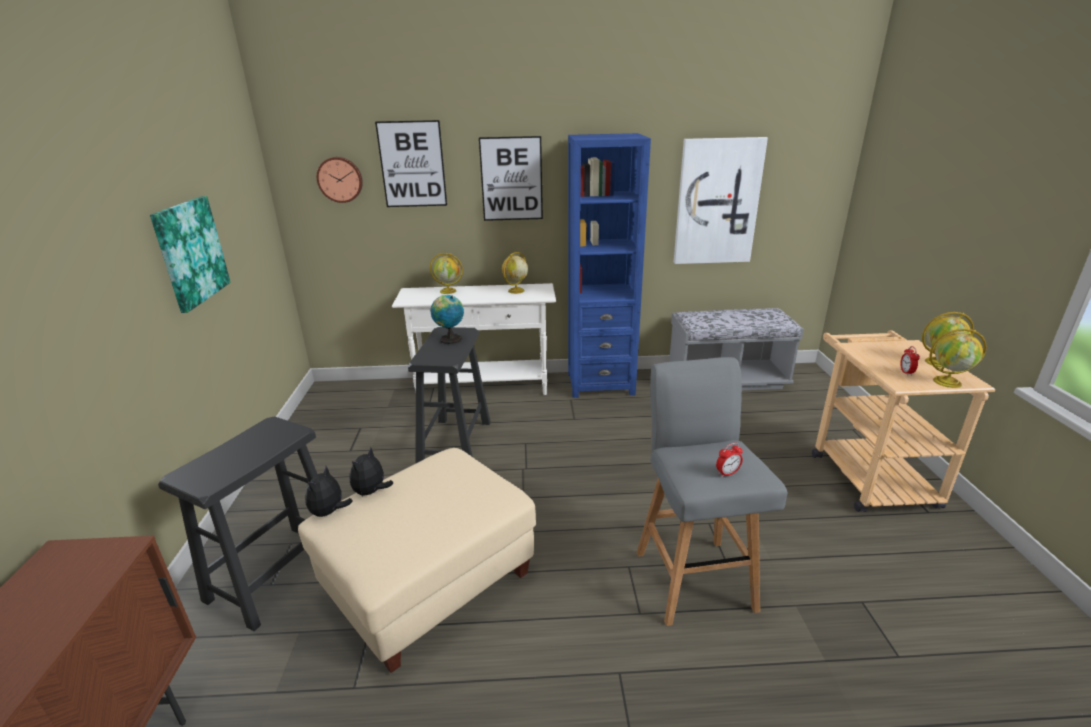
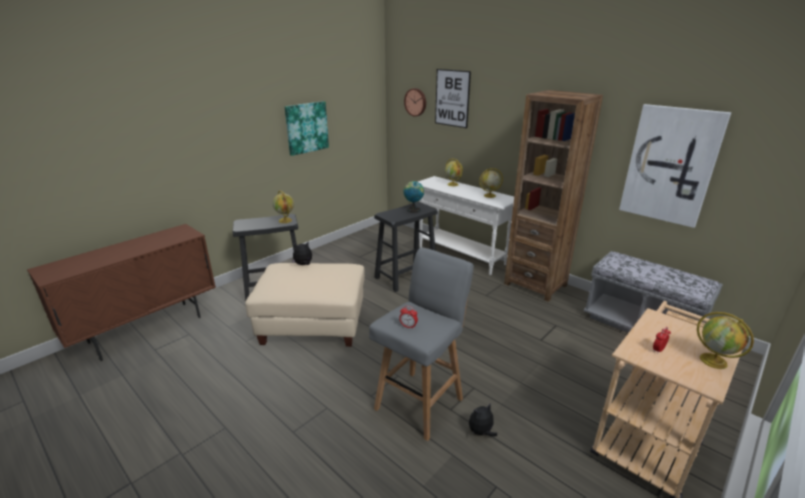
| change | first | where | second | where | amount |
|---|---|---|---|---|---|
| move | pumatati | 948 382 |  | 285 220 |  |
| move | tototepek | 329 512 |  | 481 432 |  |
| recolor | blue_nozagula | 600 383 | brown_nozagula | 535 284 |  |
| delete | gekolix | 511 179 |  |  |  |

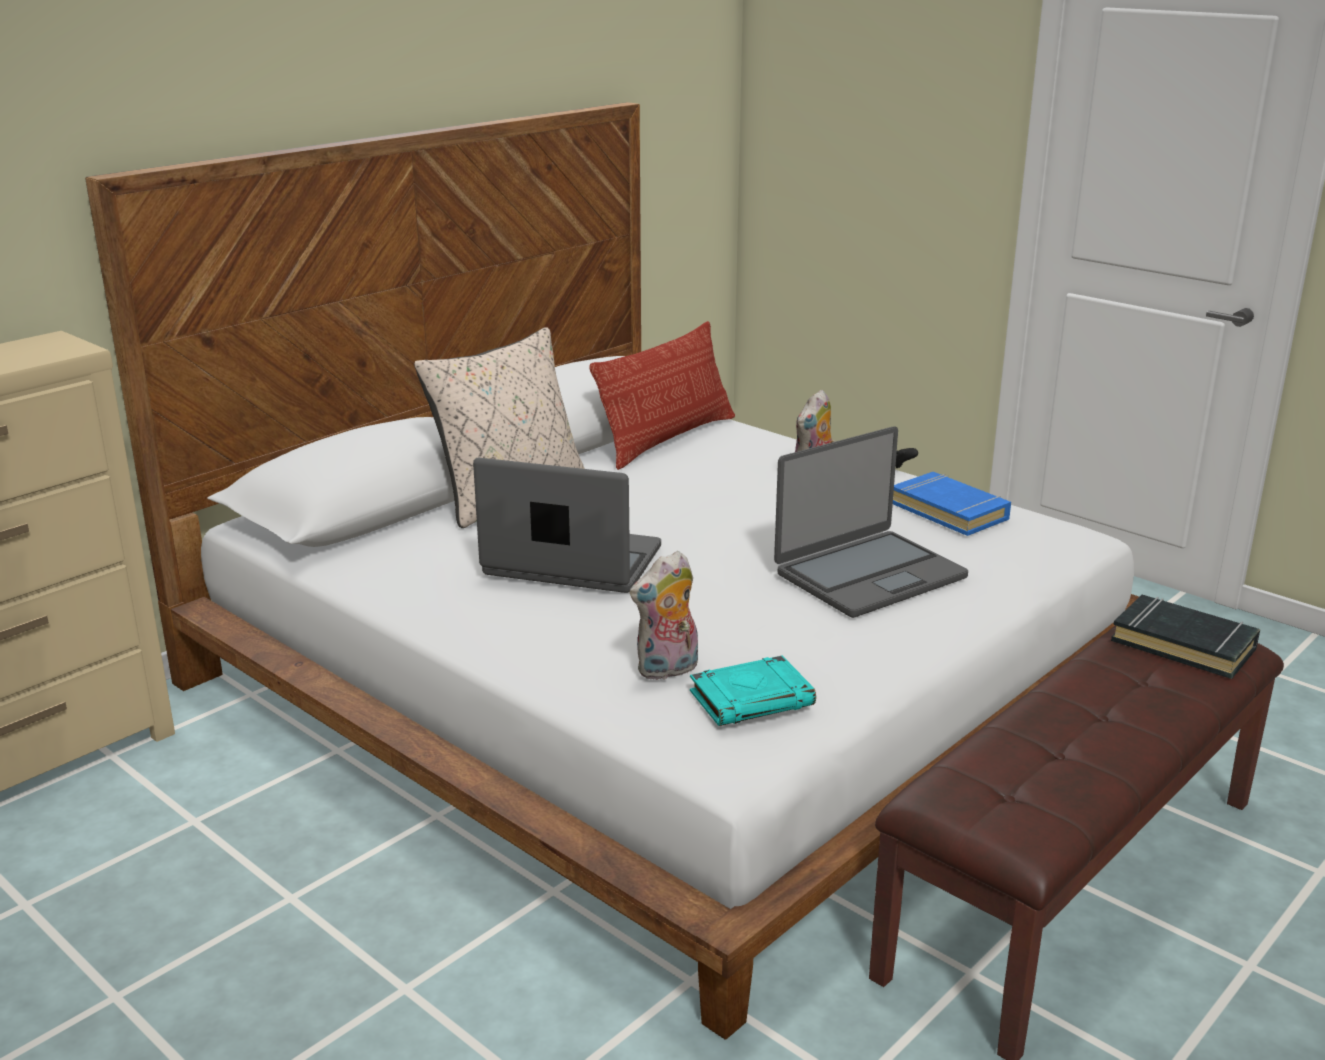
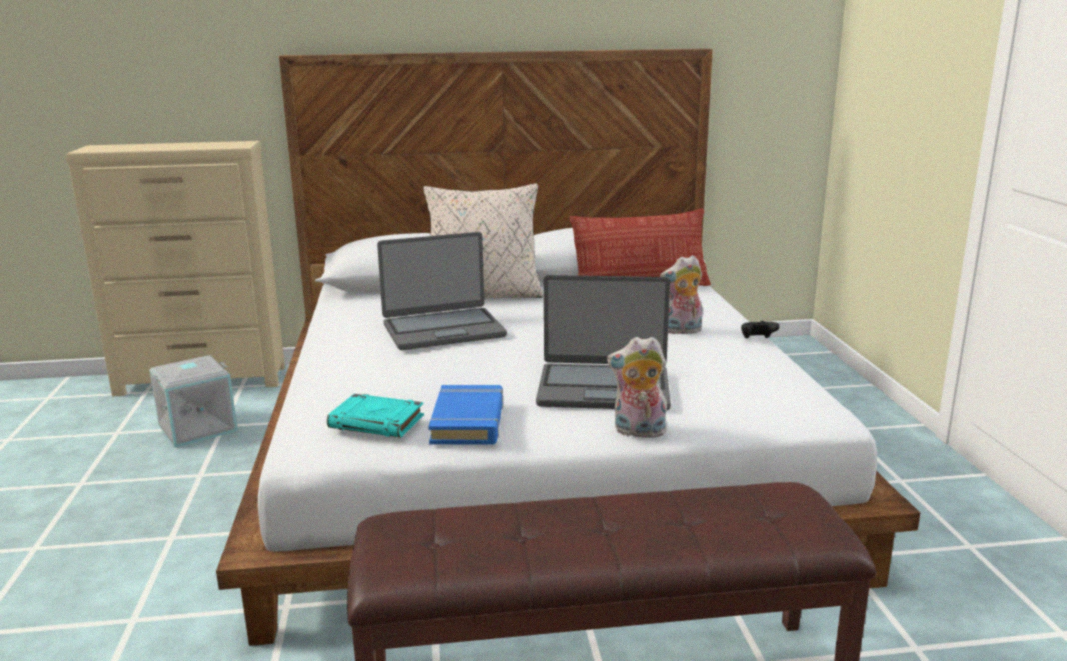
| change | first | where | second | where | amount |
|---|---|---|---|---|---|
| insert |  |  | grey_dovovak | 198 427 |  |
| rotate | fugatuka | 572 562 |  | 443 330 | 105 degrees clockwise |
| move | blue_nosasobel | 949 511 |  | 468 422 |  |
| move | tototepek | 668 670 |  | 638 432 |  |
| delete | black_nosasobel | 1183 644 |  |  |  |

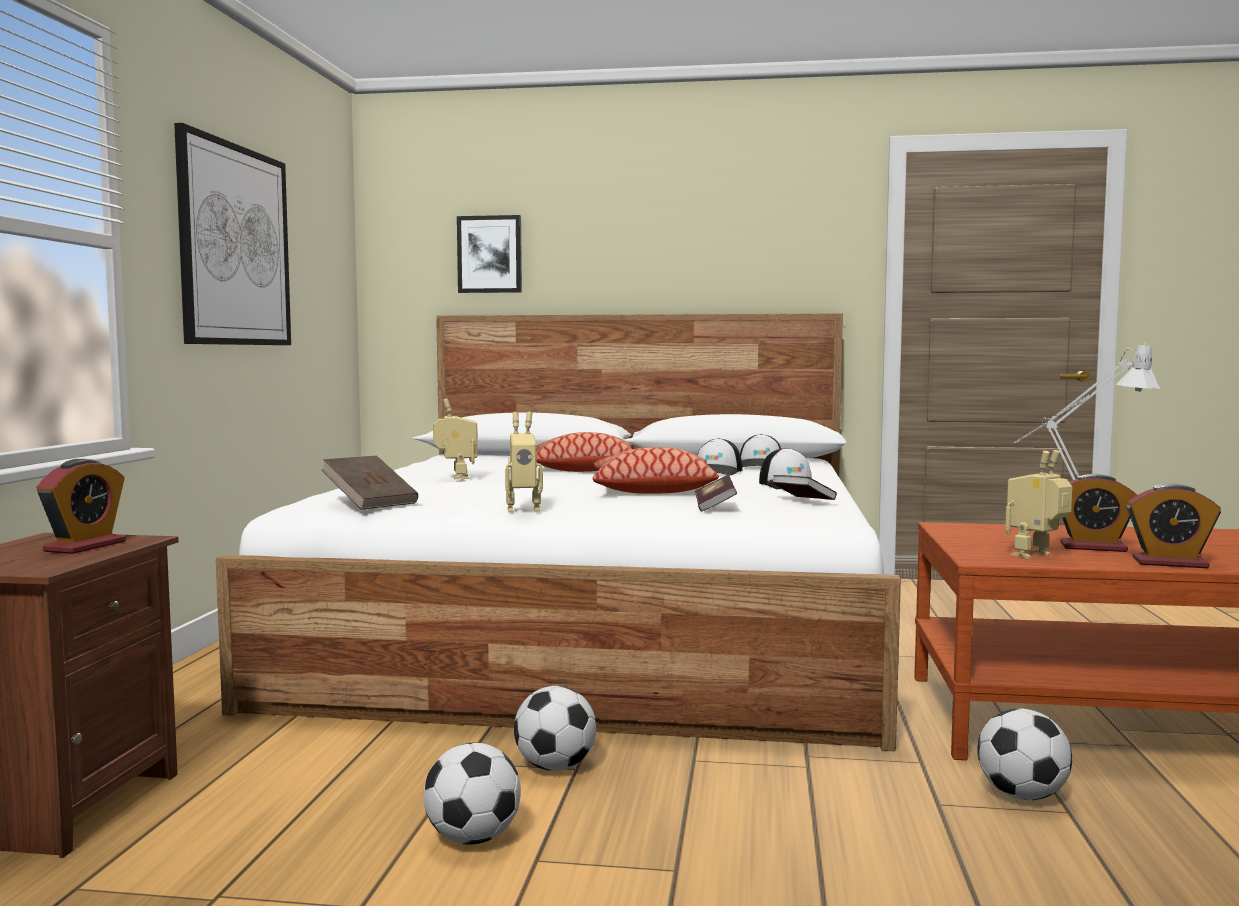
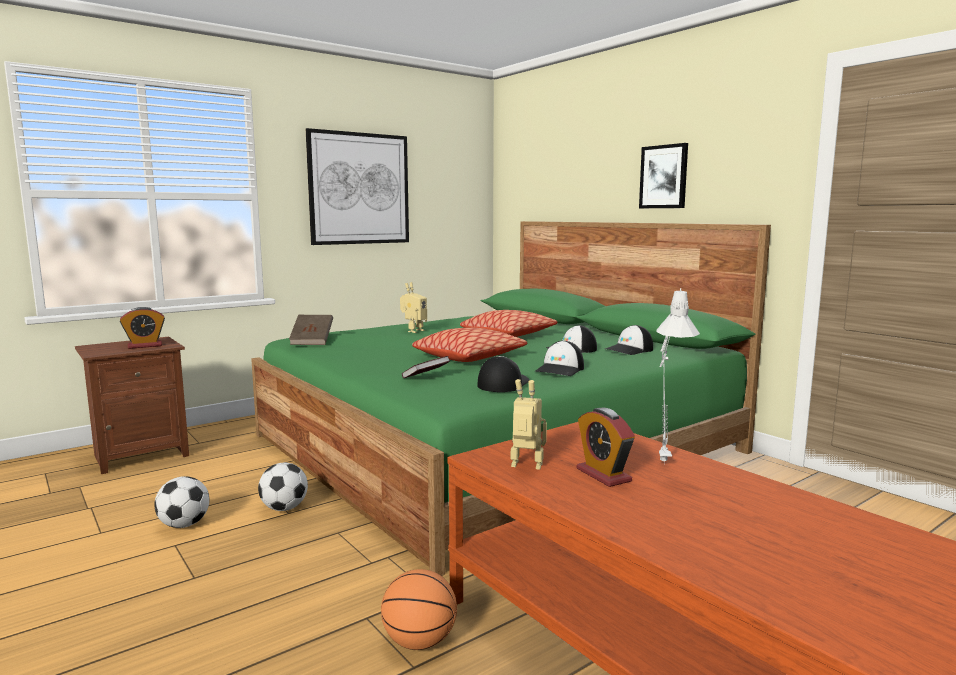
| change | first | where | second | where | amount |
|---|---|---|---|---|---|
| recolor | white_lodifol | 602 629 | green_lodifol | 496 443 |  |
| replace | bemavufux | 1022 795 | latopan | 419 642 |  |
| replace | nosasobel | 803 501 | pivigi | 502 383 |  |
| move | gekolix | 490 254 |  | 664 177 |  |
| delete | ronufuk | 523 509 |  |  |  |
| delete | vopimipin | 1169 563 |  |  |  |

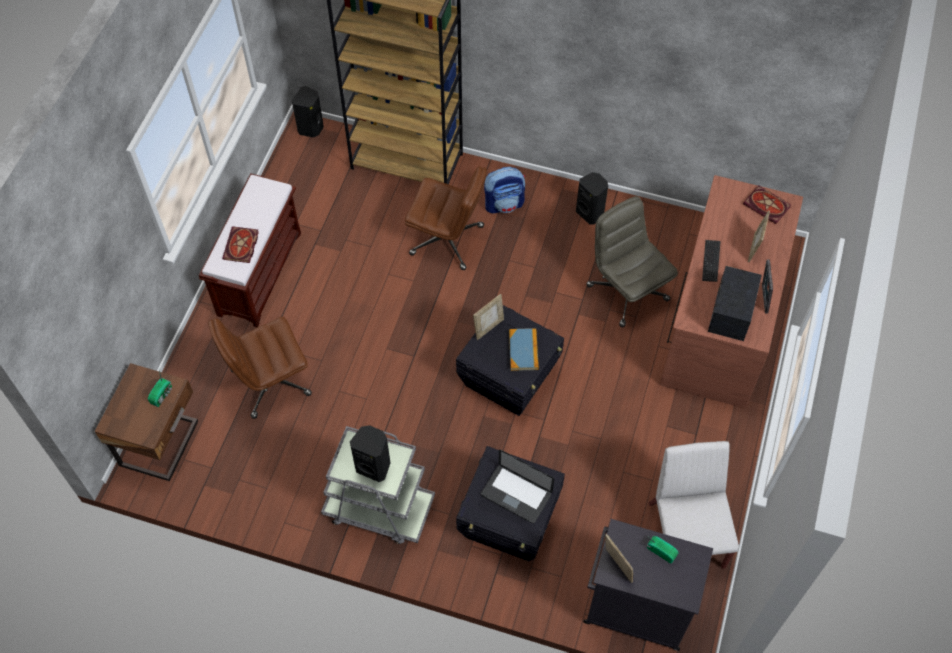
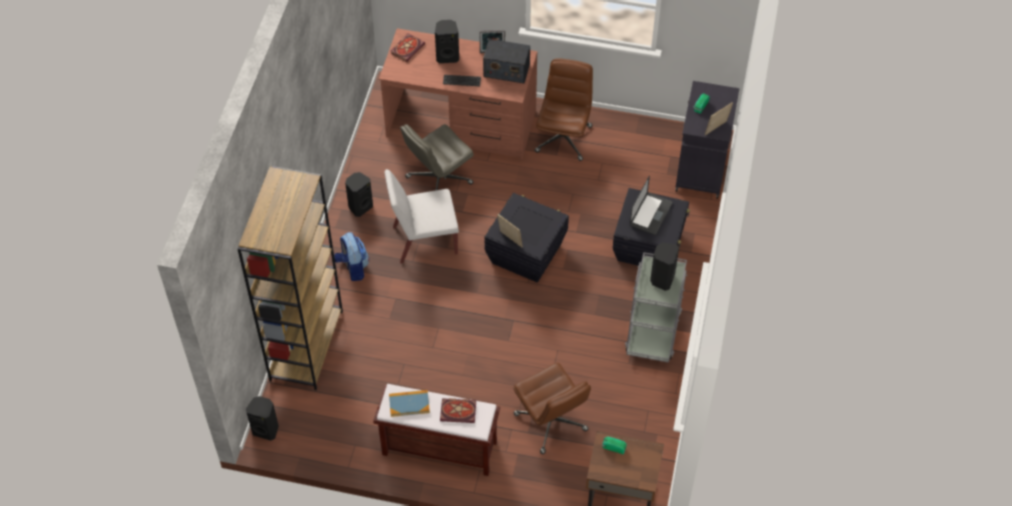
| change | first | where | second | where | amount |
|---|---|---|---|---|---|
| move | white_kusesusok | 686 533 |  | 424 240 |  |
| move | nosasobel | 523 350 |  | 409 404 |  |
| replace | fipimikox | 754 248 | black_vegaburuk | 447 56 |  |
| move | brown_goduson | 448 240 |  | 563 138 |  |

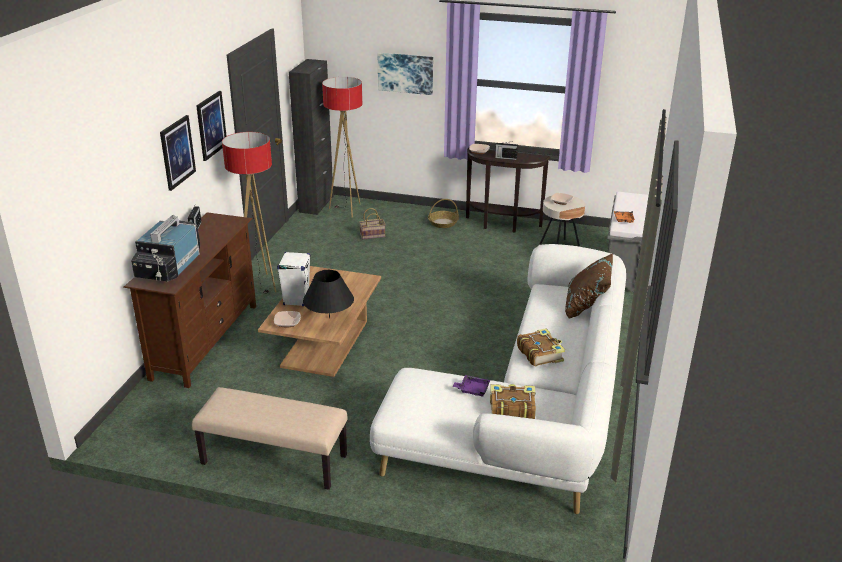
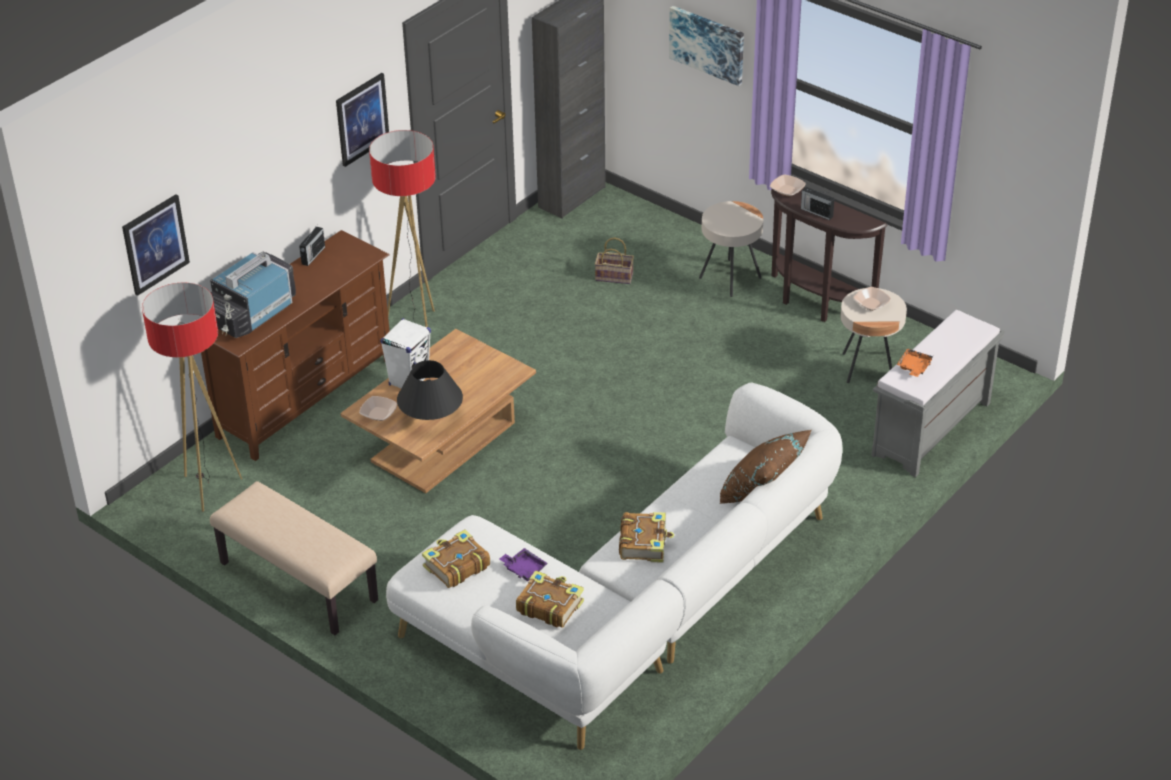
| change | first | where | second | where | amount |
|---|---|---|---|---|---|
| move | gekolix | 177 152 |  | 155 244 |  |
| move | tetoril | 347 210 |  | 210 488 |  |
| insert |  |  | nosasobel | 455 566 |  |
| replace | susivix | 443 223 | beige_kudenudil | 730 278 |  |

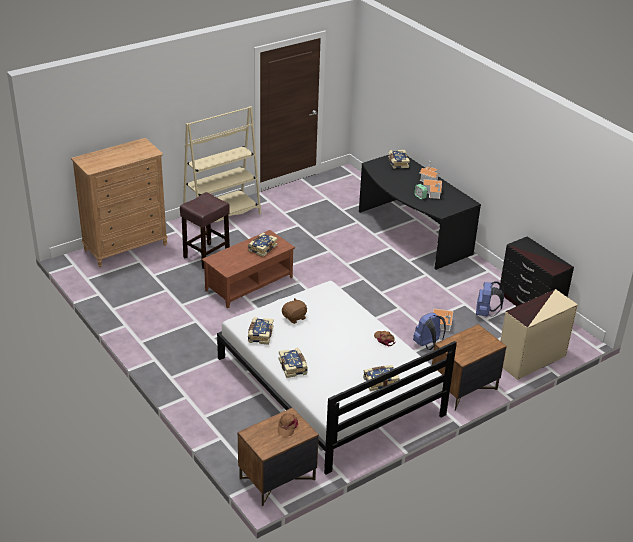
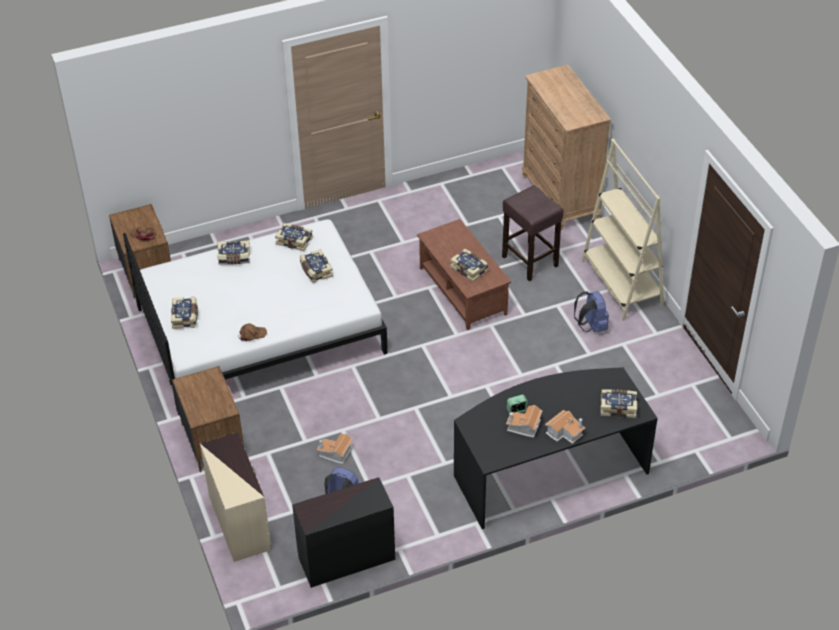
| change | first | where | second | where | amount |
|---|---|---|---|---|---|
| replace | brown_tototepek | 294 317 | nosasobel | 315 270 |  |
| move | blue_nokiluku | 428 345 |  | 591 326 |  |

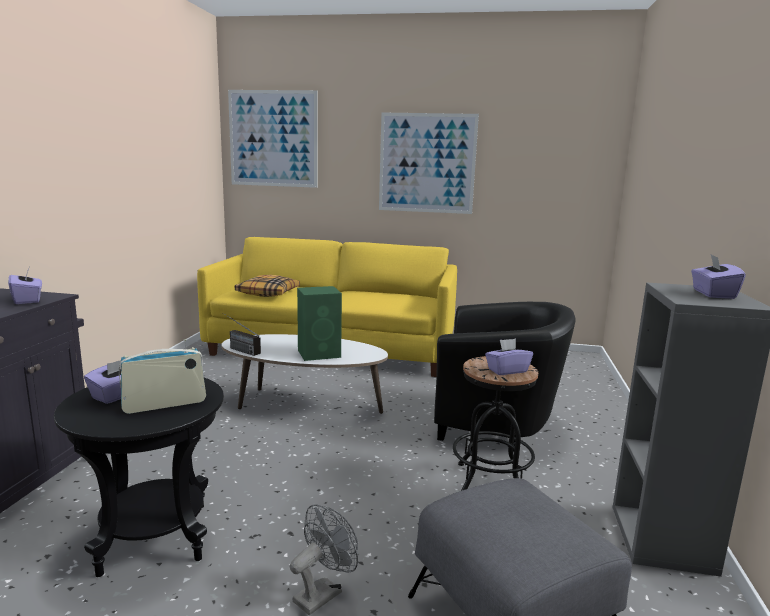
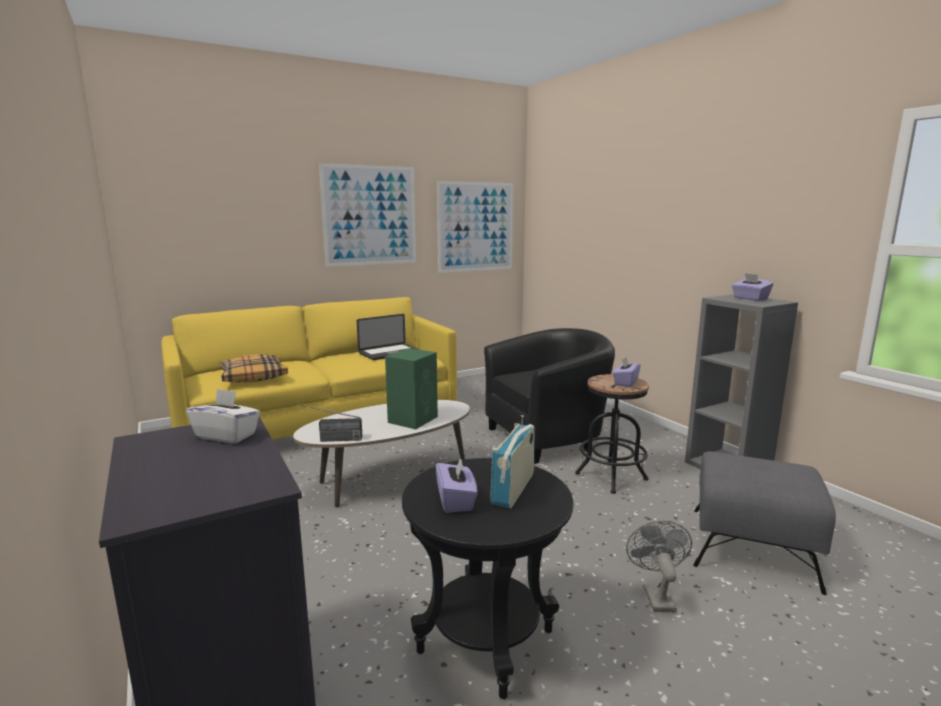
| change | first | where | second | where | amount |
|---|---|---|---|---|---|
| recolor | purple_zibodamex | 28 300 | white_zibodamex | 227 435 |  |
| insert |  |  | fugatuka | 389 353 |  |
| move | gekolix | 273 139 |  | 476 227 |  |

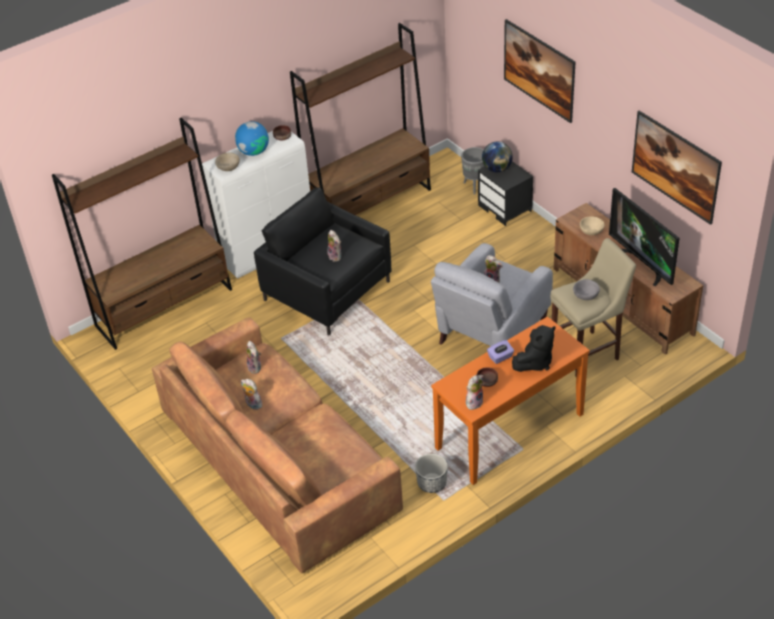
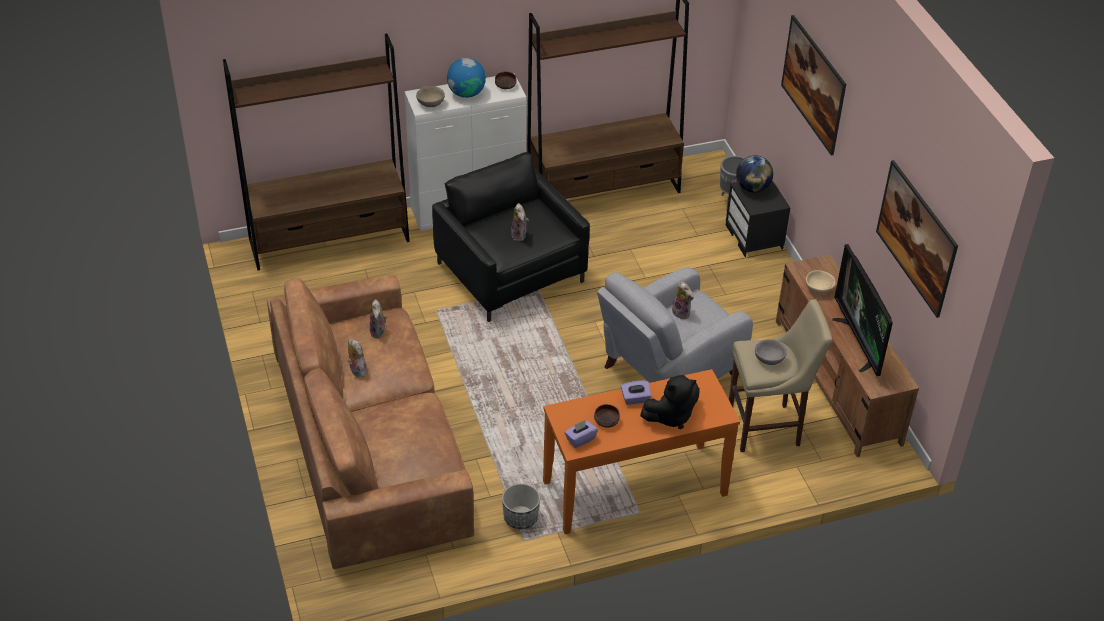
| change | first | where | second | where | amount |
|---|---|---|---|---|---|
| replace | tototepek | 474 402 | purple_zibodamex | 580 439 |  |

